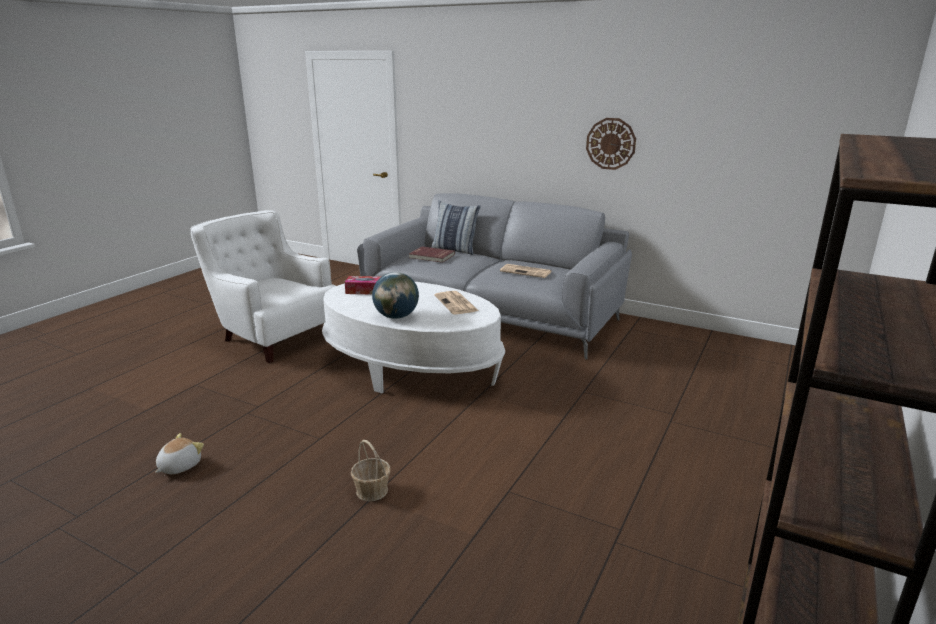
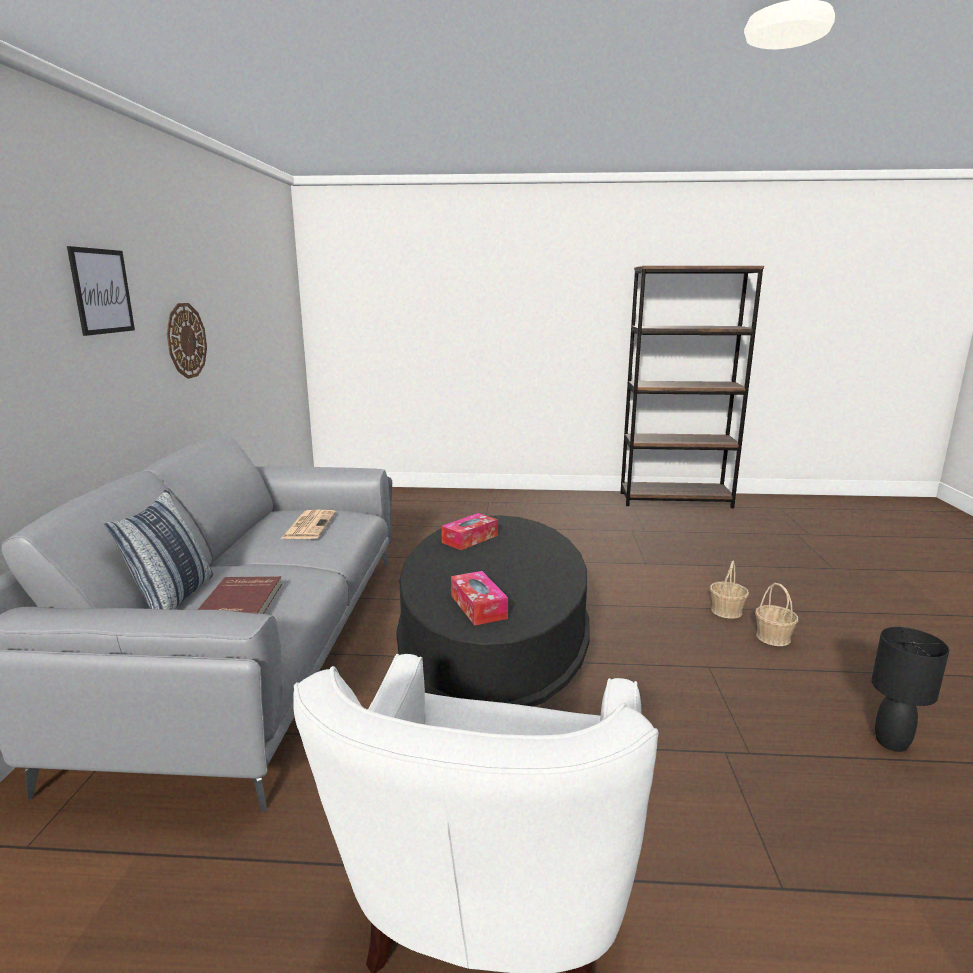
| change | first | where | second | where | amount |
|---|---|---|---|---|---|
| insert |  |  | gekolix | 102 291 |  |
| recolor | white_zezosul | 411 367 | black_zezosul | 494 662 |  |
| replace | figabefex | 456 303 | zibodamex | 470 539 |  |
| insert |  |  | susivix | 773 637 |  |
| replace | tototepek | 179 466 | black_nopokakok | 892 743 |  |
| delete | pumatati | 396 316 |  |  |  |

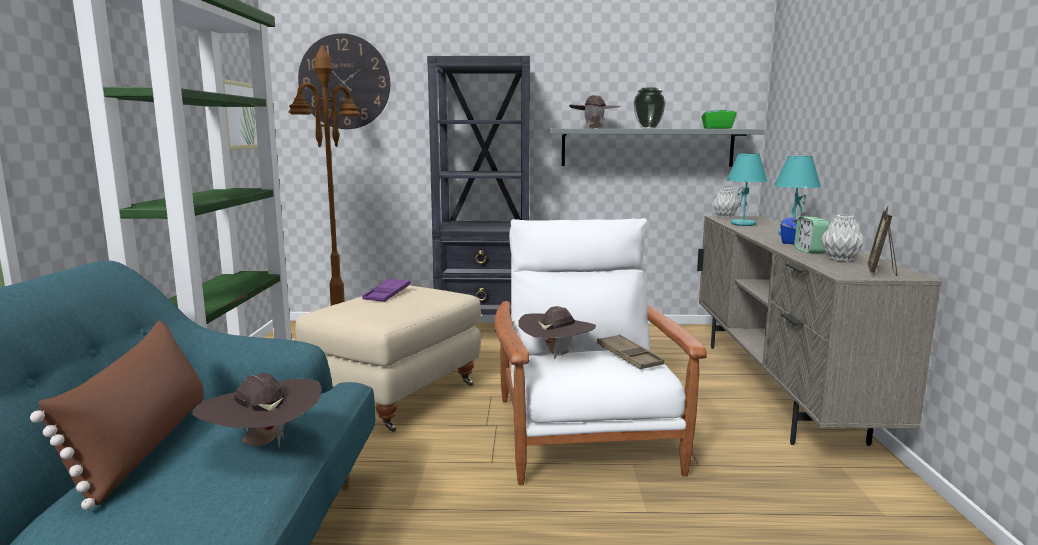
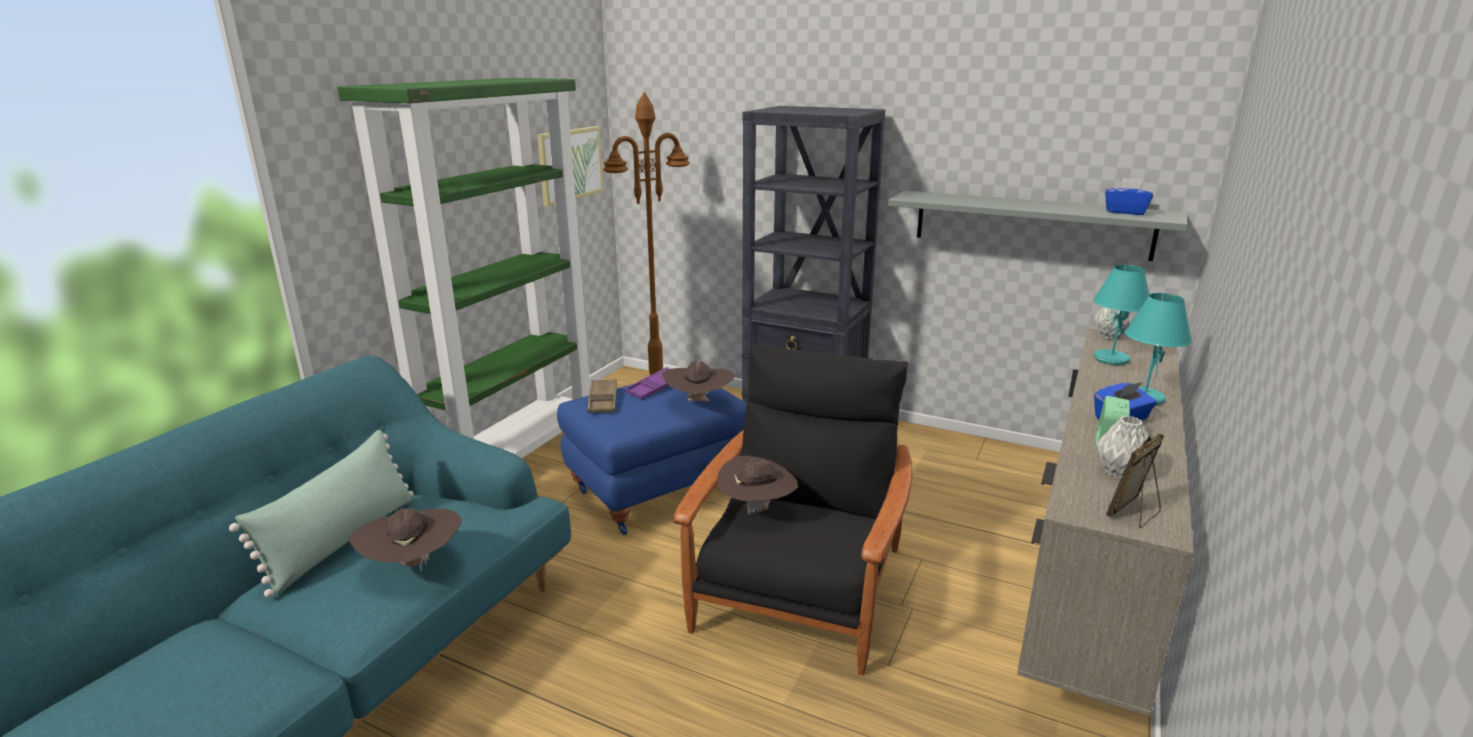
| change | first | where | second | where | amount |
|---|---|---|---|---|---|
| recolor | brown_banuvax | 144 446 | green_banuvax | 342 541 |  |
| recolor | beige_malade | 396 395 | blue_malade | 657 489 |  |
| move | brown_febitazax | 629 357 |  | 603 400 |  |
| move | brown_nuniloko | 594 128 |  | 698 403 |  |
| recolor | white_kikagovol | 585 435 | black_kikagovol | 799 590 |  |
| recolor | green_zibodamex | 717 128 | blue_zibodamex | 1125 212 |  |
| delete | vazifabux | 344 82 |  |  |  |
| delete | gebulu | 648 128 |  |  |  |

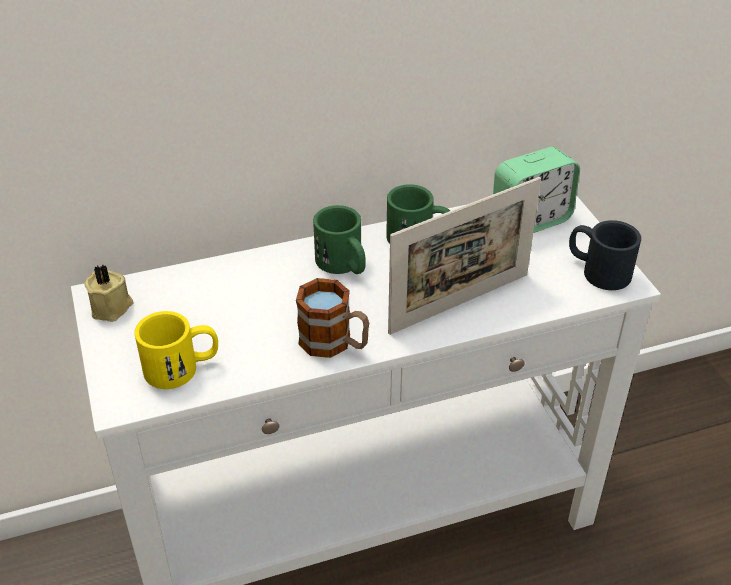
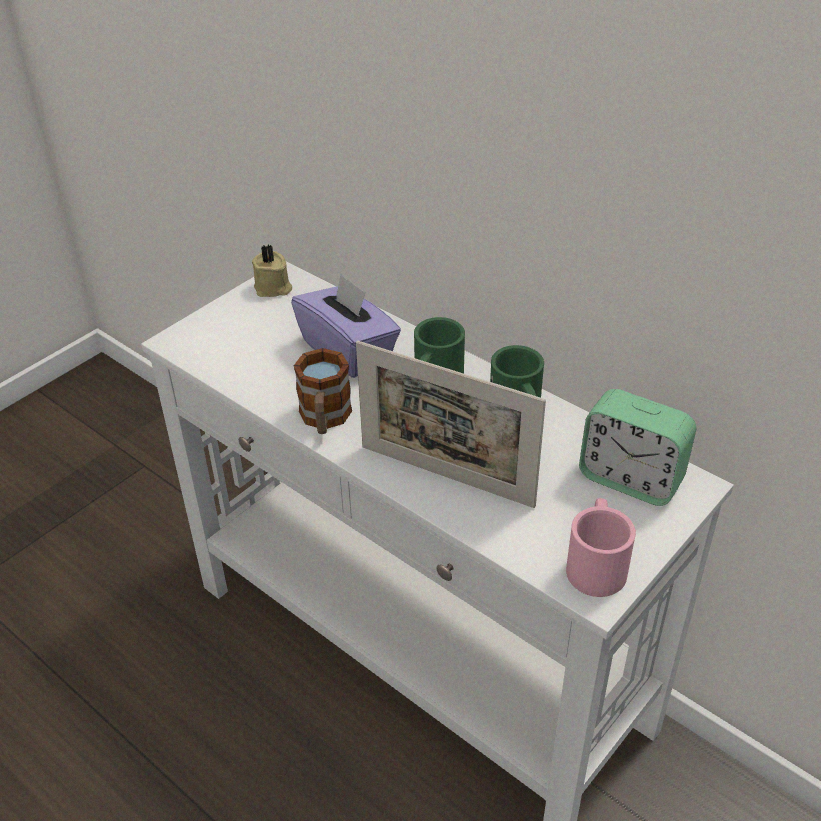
| change | first | where | second | where | amount |
|---|---|---|---|---|---|
| insert |  |  | purple_zibodamex | 348 350 |  |
| recolor | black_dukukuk | 597 270 | pink_dukukuk | 596 562 |  |
| delete | yellow_dukukuk | 182 367 |  |  |  |

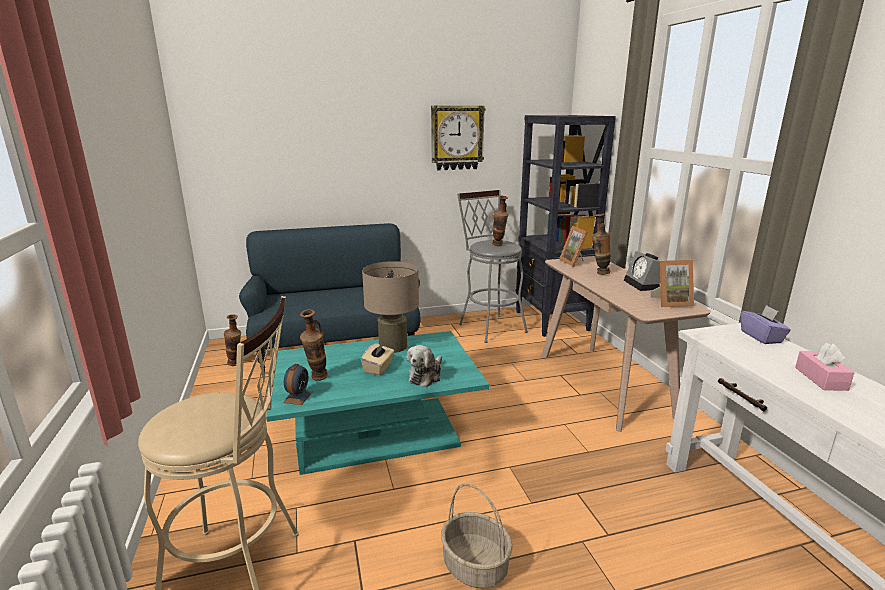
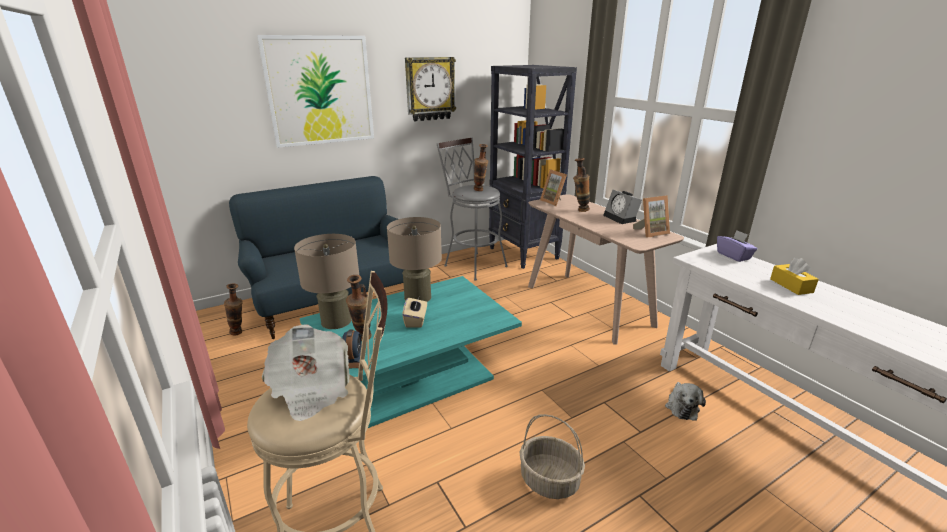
| change | first | where | second | where | amount |
|---|---|---|---|---|---|
| insert |  |  | gekolix | 320 91 |  |
| insert |  |  | figabefex | 311 389 |  |
| insert |  |  | beige_nopokakok | 336 321 |  |
| move | tototepek | 426 376 |  | 681 406 |  |
| recolor | pink_zibodamex | 820 378 | yellow_zibodamex | 791 285 |  |

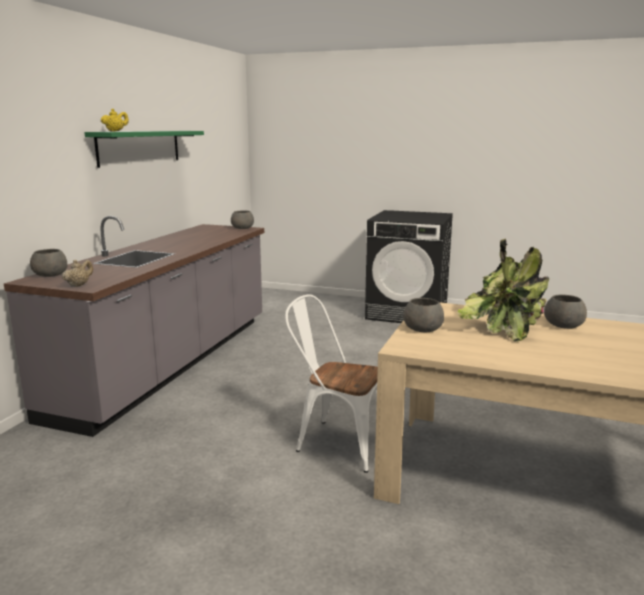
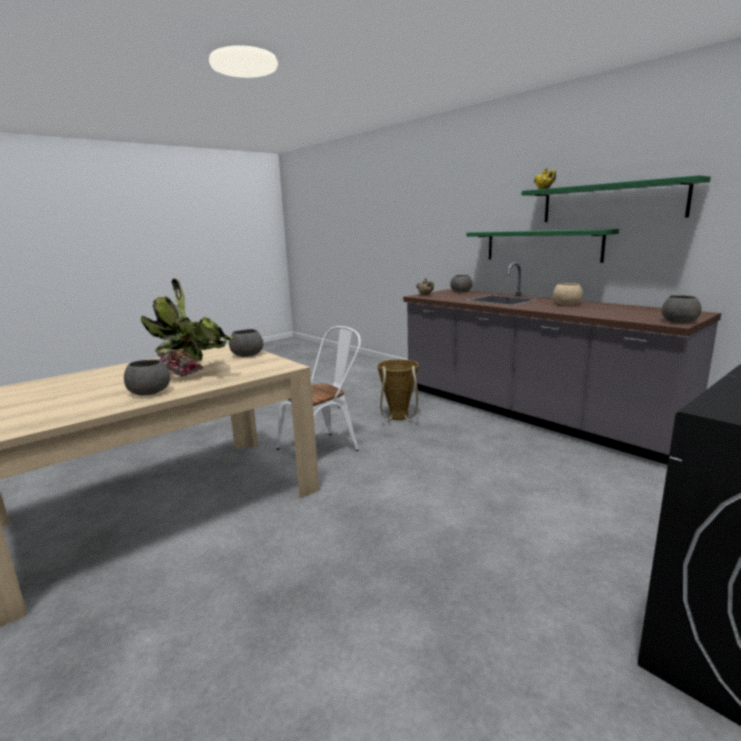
| change | first | where | second | where | amount |
|---|---|---|---|---|---|
| insert |  |  | susivix | 398 419 |  |
| insert |  |  | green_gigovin | 542 245 |  |
| insert |  |  | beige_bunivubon | 566 304 |  |

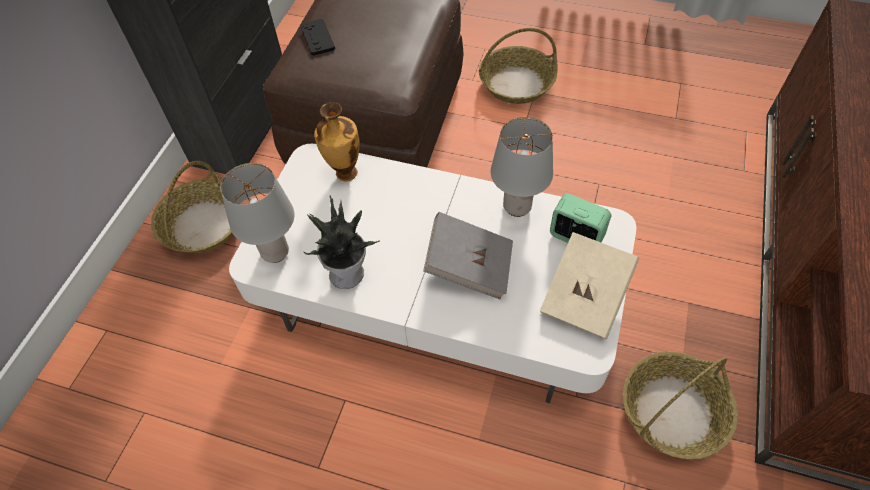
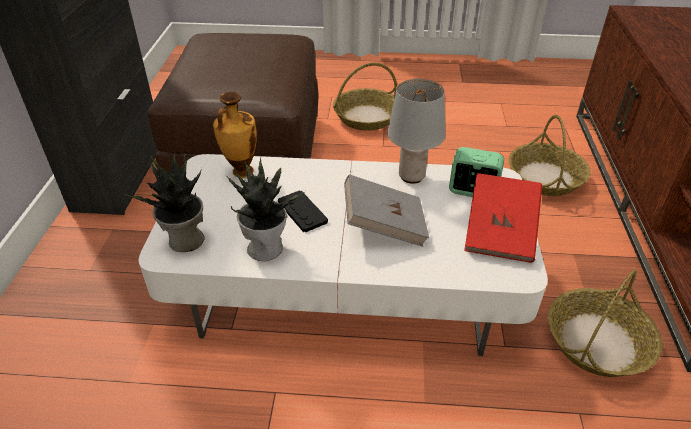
| change | first | where | second | where | amount |
|---|---|---|---|---|---|
| replace | grey_nopokakok | 274 252 | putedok | 185 241 |  |
| move | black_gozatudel | 317 38 |  | 302 212 |  |
| recolor | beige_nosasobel | 585 297 | red_nosasobel | 500 233 |  |
| move | susivix | 203 224 |  | 544 177 |  |

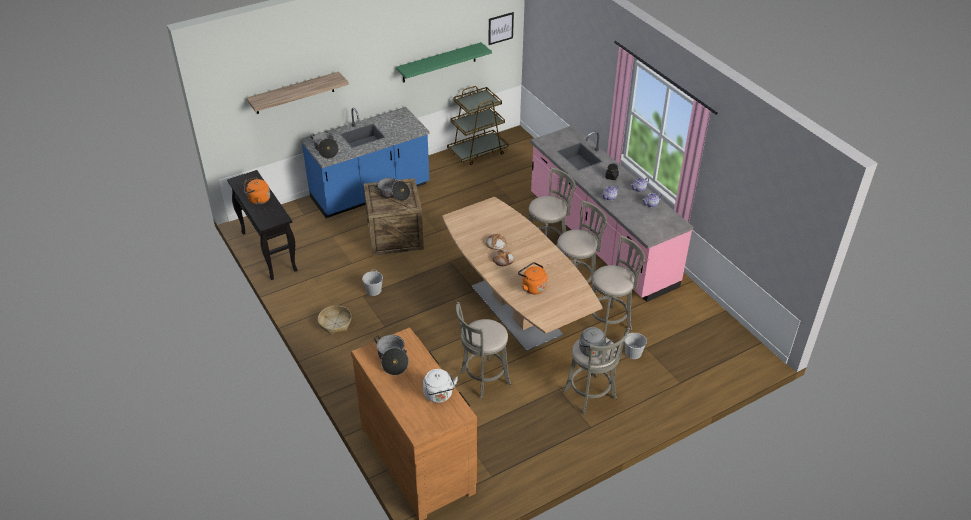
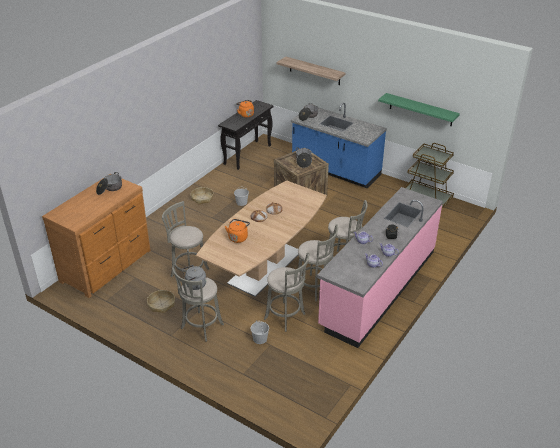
| change | first | where | second | where | amount |
|---|---|---|---|---|---|
| insert |  |  | susivix | 161 304 |  |
| delete | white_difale | 439 395 |  |  |  |
| delete | gekolix | 500 28 |  |  |  |

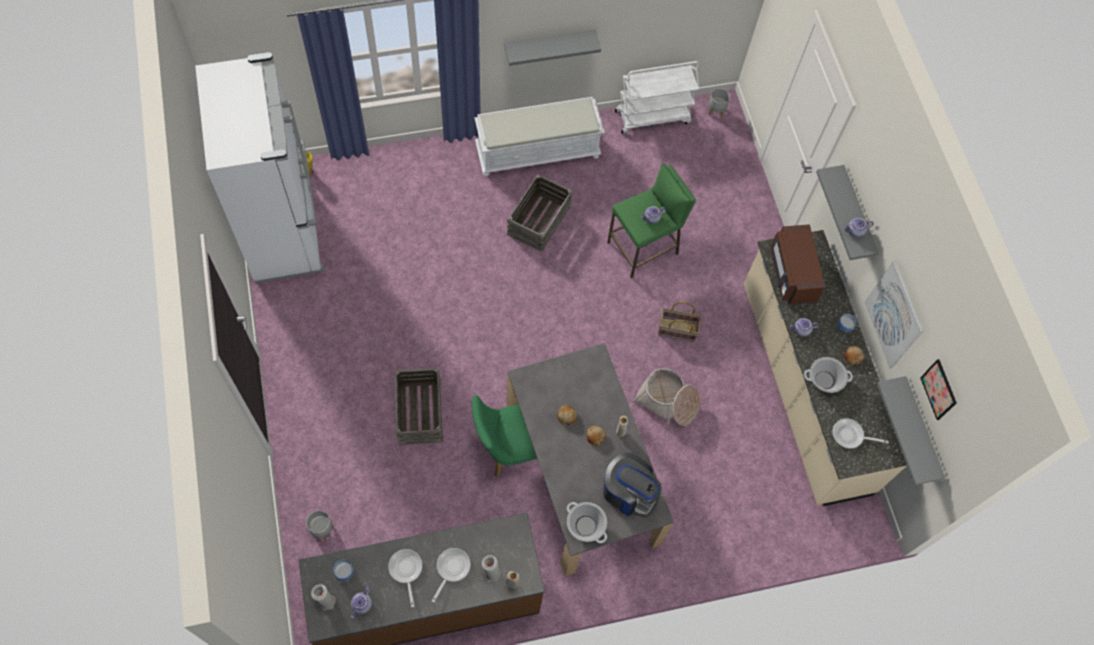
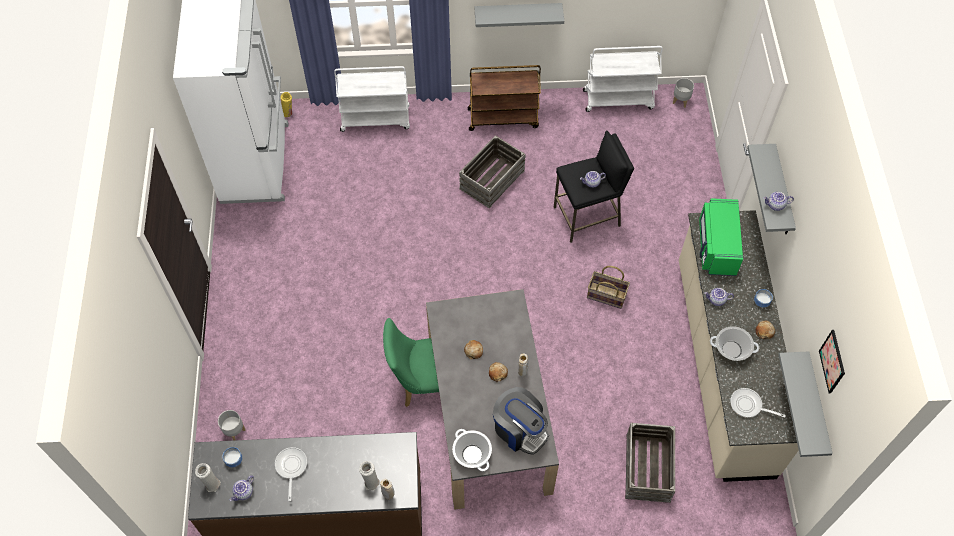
| change | first | where | second | where | amount |
|---|---|---|---|---|---|
| insert |  |  | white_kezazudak | 376 119 |  |
| replace | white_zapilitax | 538 151 | brown_kezazudak | 503 118 |  |
| recolor | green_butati | 643 248 | black_butati | 587 217 |  |
| move | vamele | 419 412 |  | 647 468 |  |
| recolor | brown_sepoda | 791 273 | green_sepoda | 716 246 |  |
| delete | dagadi | 451 568 |  |  |  |
| delete | susivix | 667 401 |  |  |  |
| delete | gekolix | 893 315 |  |  |  |

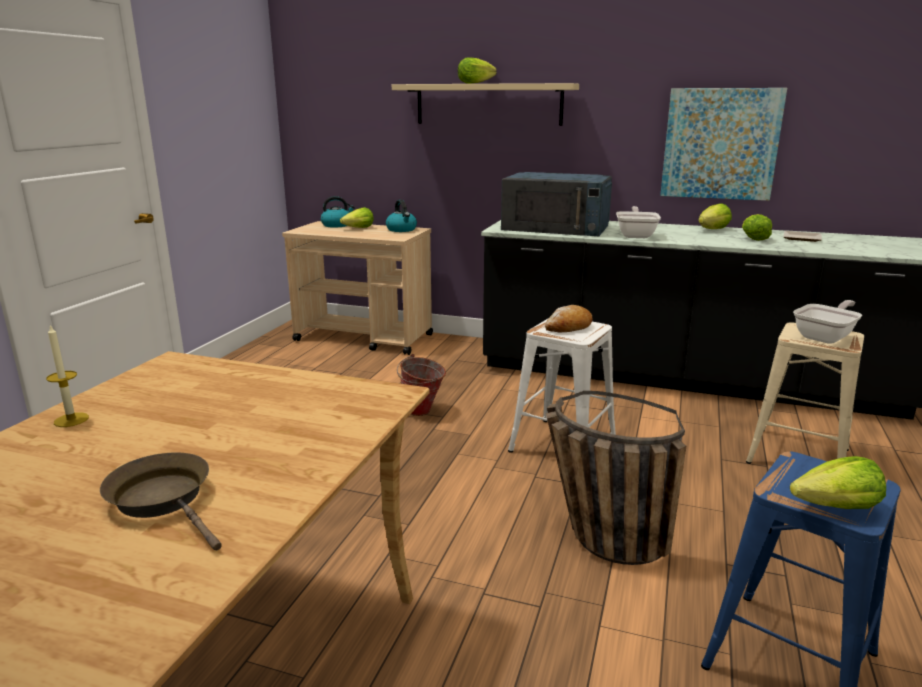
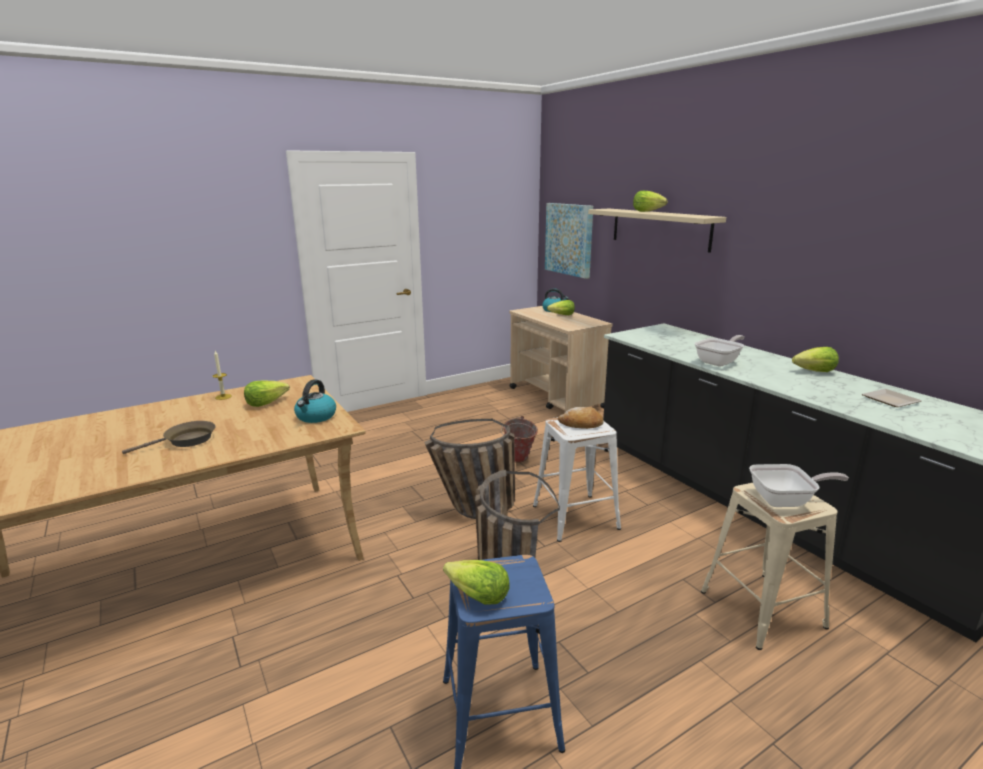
| change | first | where | second | where | amount |
|---|---|---|---|---|---|
| rotate | brown_dagadi | 164 500 |  | 186 440 | 60 degrees clockwise |
| move | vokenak | 753 238 |  | 266 403 |  |
| move | difale | 402 230 |  | 316 417 |  |
| insert |  |  | susivix | 472 511 |  |
| move | gekolix | 720 144 |  | 569 239 |  |
| delete | blue_sepoda | 556 227 |  |  |  |

